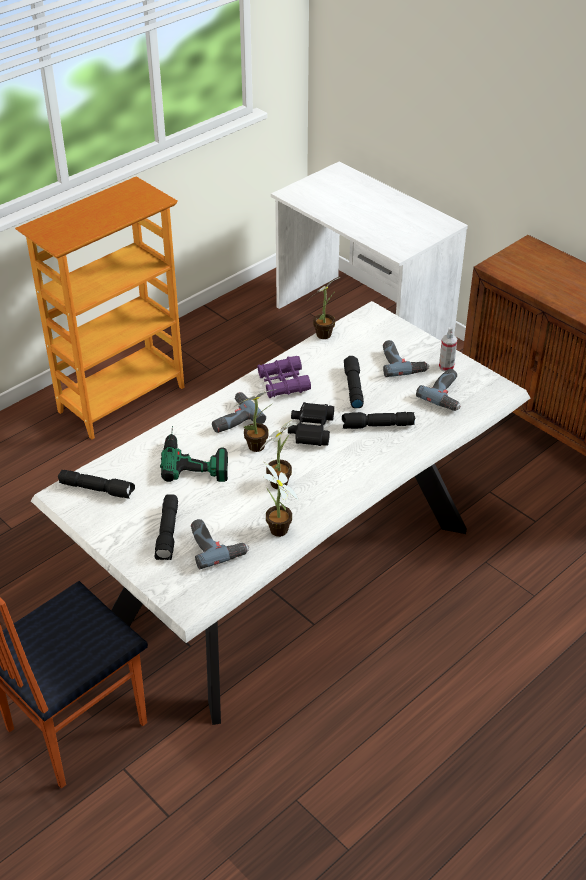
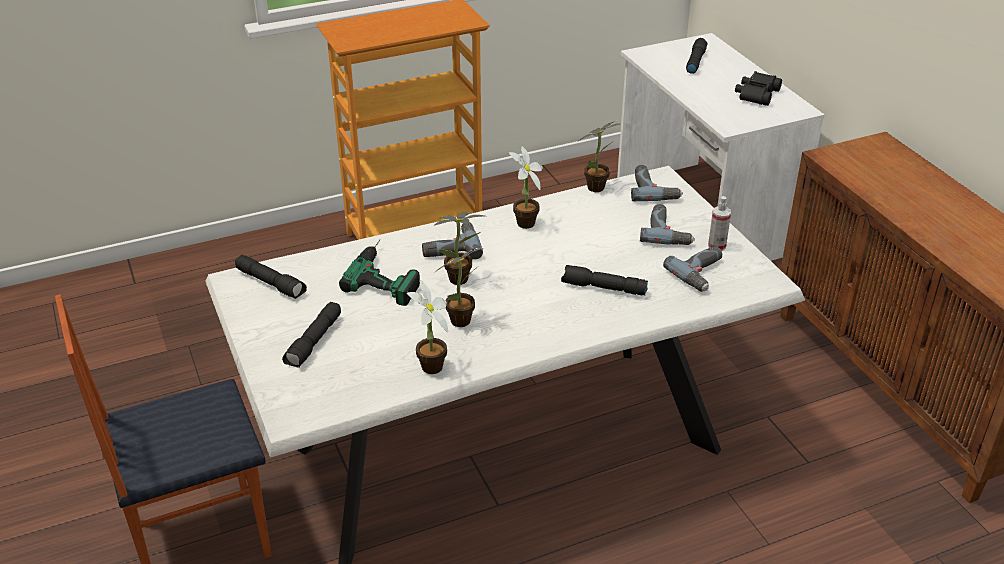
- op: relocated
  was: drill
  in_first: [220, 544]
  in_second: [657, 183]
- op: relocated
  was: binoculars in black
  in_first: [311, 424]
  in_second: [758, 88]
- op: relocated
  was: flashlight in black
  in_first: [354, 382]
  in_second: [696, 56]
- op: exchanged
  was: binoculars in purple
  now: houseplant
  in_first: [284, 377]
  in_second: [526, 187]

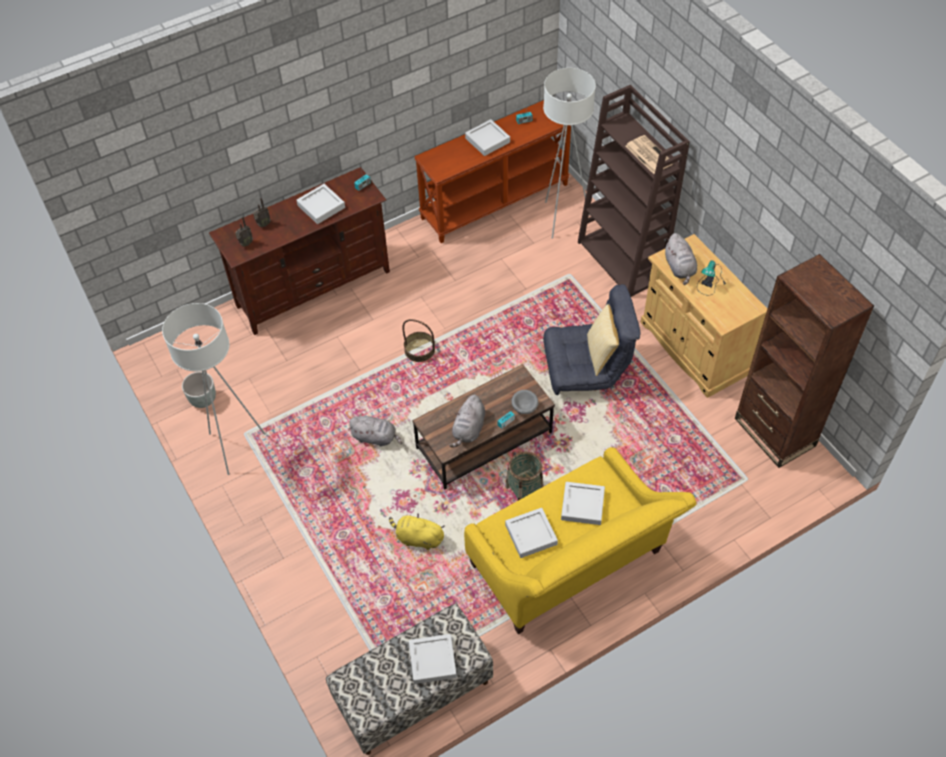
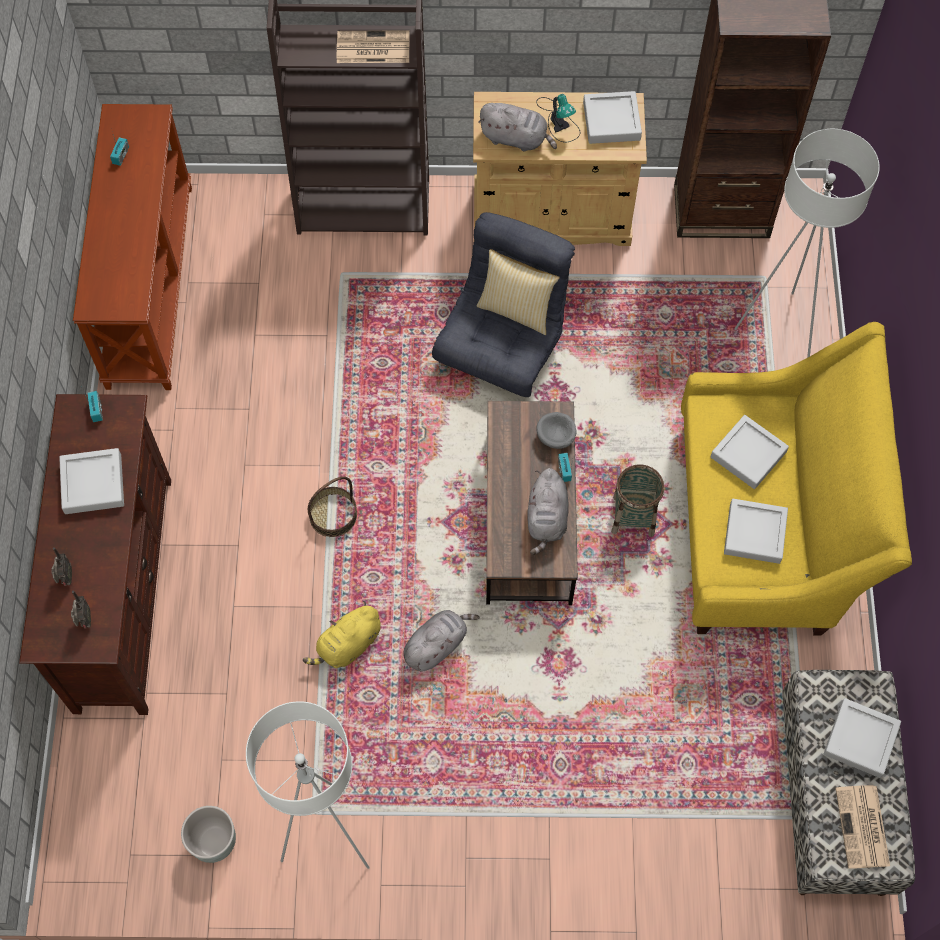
- op: appeared
  now: printed paper
  in_second: [862, 827]
- op: relocated
  was: soft toy in yellowish
  in_first: [417, 531]
  in_second: [342, 634]
- op: relocated
  was: carrying tray in greyish
  in_first: [487, 137]
  in_second: [612, 117]
- op: relocated
  was: standard lamp in white
  in_first: [569, 153]
  in_second: [807, 243]
- op: spun
  was: soft toy in greyish
  in_first: [467, 421]
  in_second: [548, 511]
  clockwise: 45

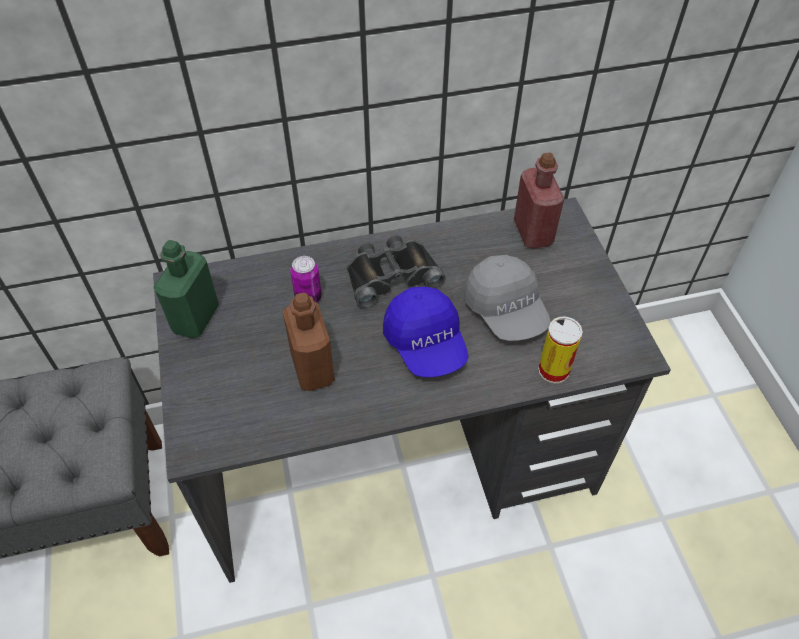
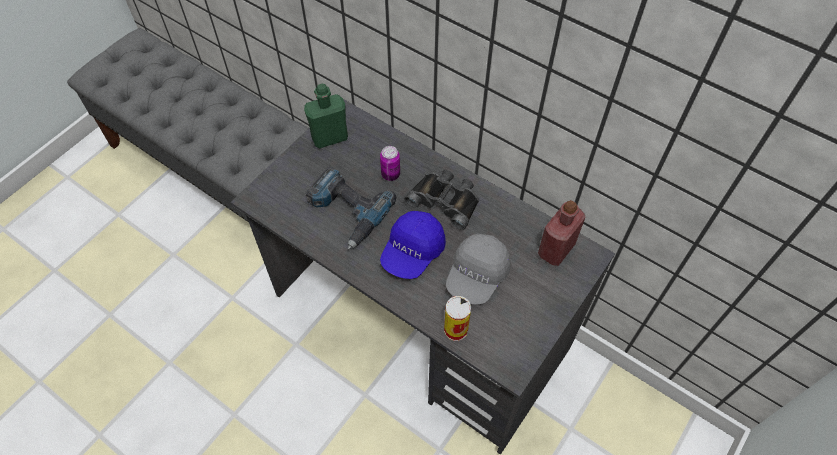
- op: exchanged
  was: drink bottle in brownish
  now: drill
  in_first: [309, 341]
  in_second: [350, 207]

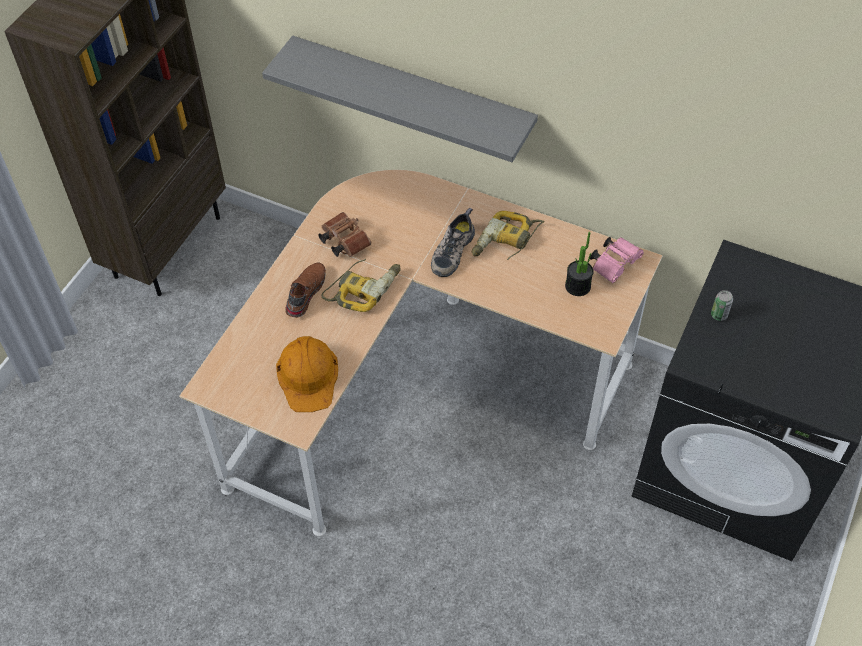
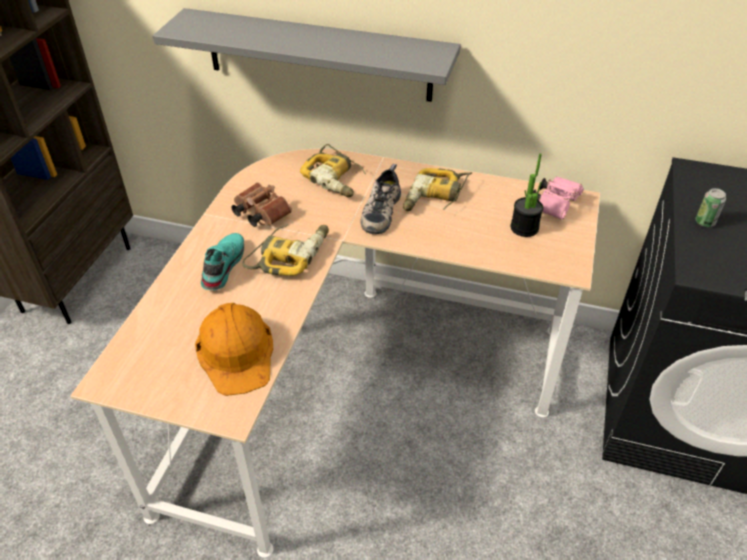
- op: appeared
  now: drill
  in_second: [333, 170]
- op: colour
  was: item of footwear in brownish
  now: item of footwear in turquoise
  in_first: [305, 290]
  in_second: [222, 262]

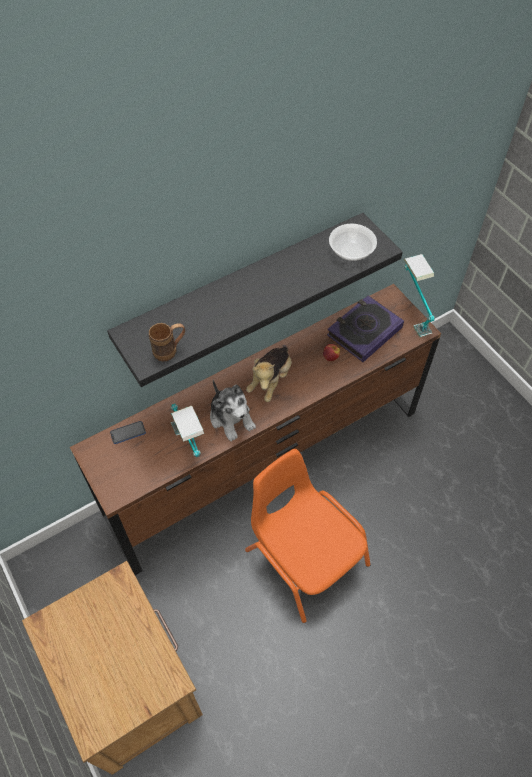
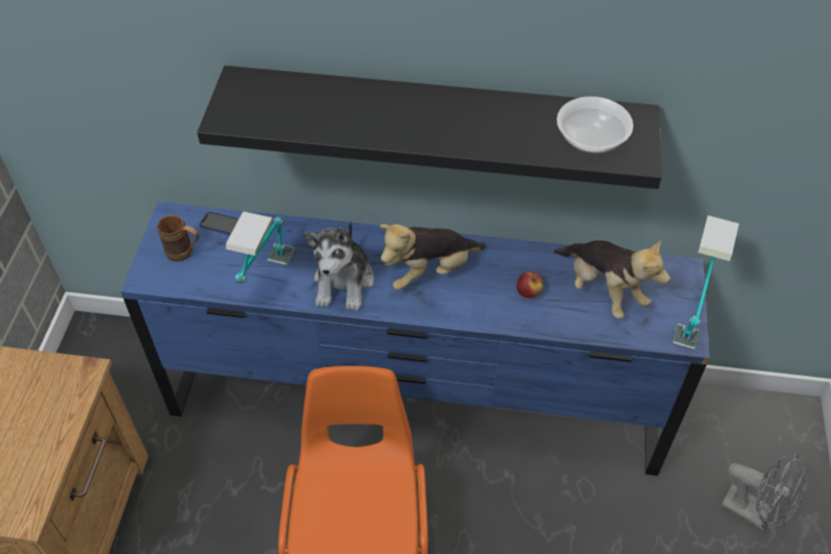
- op: appeared
  now: fan in greyish
  in_second: [764, 492]
- op: relocated
  was: mug in brownish
  in_first: [167, 342]
  in_second: [178, 238]
- op: exchanged
  was: volume
  now: soft toy
  in_first: [365, 328]
  in_second: [612, 279]
- op: colour
  was: dresser in brownish
  now: dresser in blue-coloured
  in_first: [255, 429]
  in_second: [415, 339]

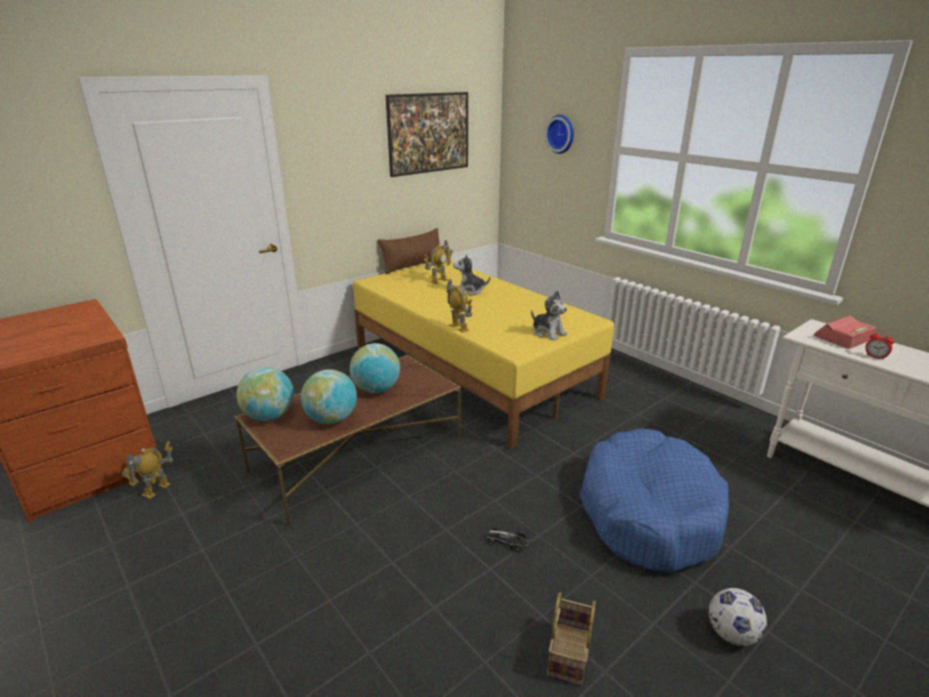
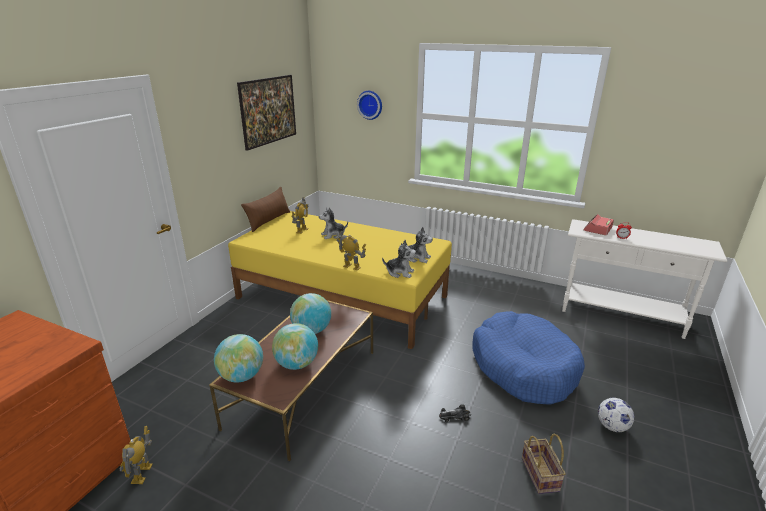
- op: appeared
  now: soft toy
  in_second: [399, 259]

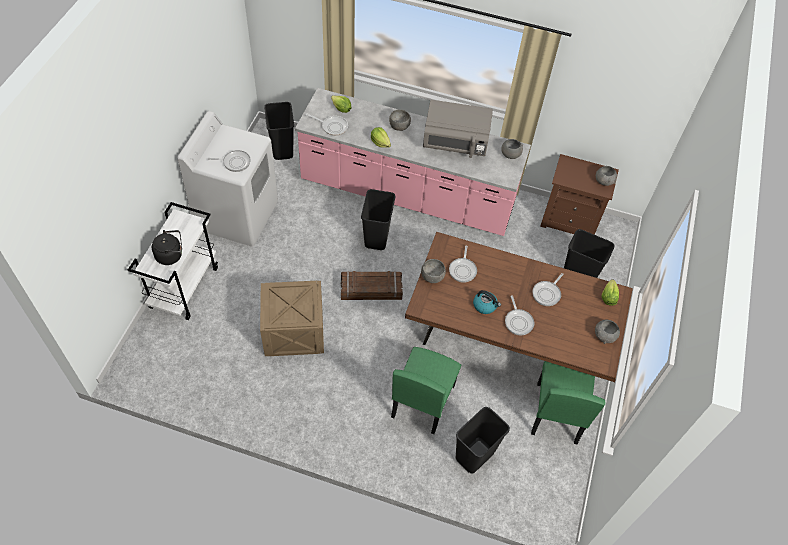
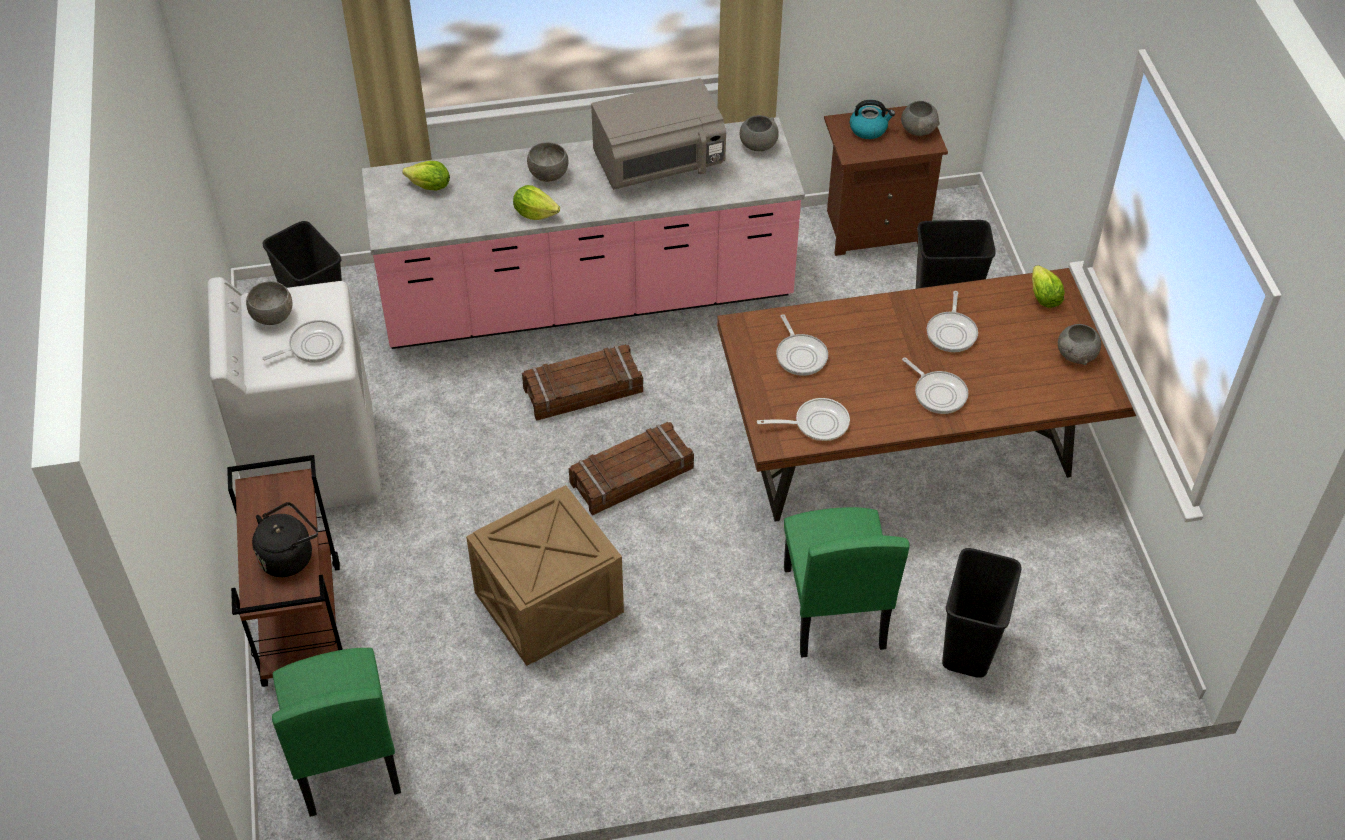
- op: relocated
  was: pan
  in_first: [326, 124]
  in_second: [803, 419]
- op: relocated
  was: serving bowl in greyish
  in_first: [433, 271]
  in_second: [269, 303]
- op: relocated
  was: kettle
  in_first: [487, 302]
  in_second: [872, 119]
- op: relocated
  was: upright chair in greenish
  in_first: [568, 402]
  in_second: [336, 732]
- op: exchanged
  was: trash can in black
  now: packing crate
  in_first: [378, 219]
  in_second: [582, 382]
- op: colour
  was: wheeled cart in white
  now: wheeled cart in brownish
  in_first: [173, 261]
  in_second: [285, 571]

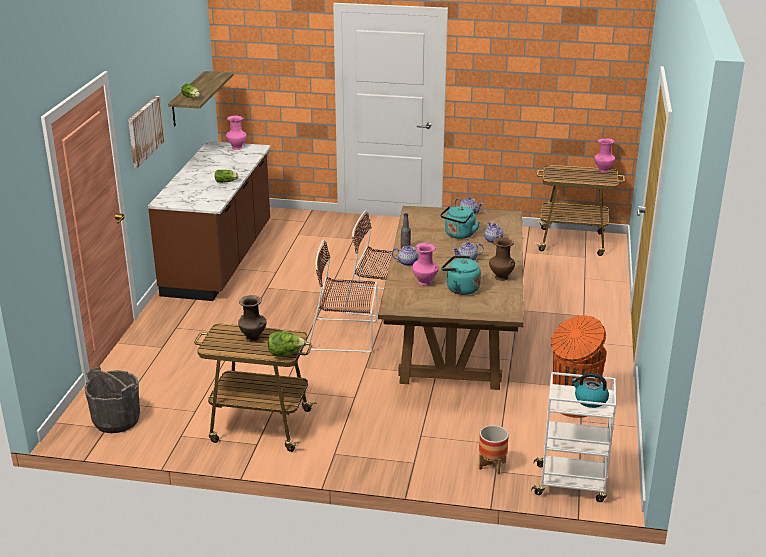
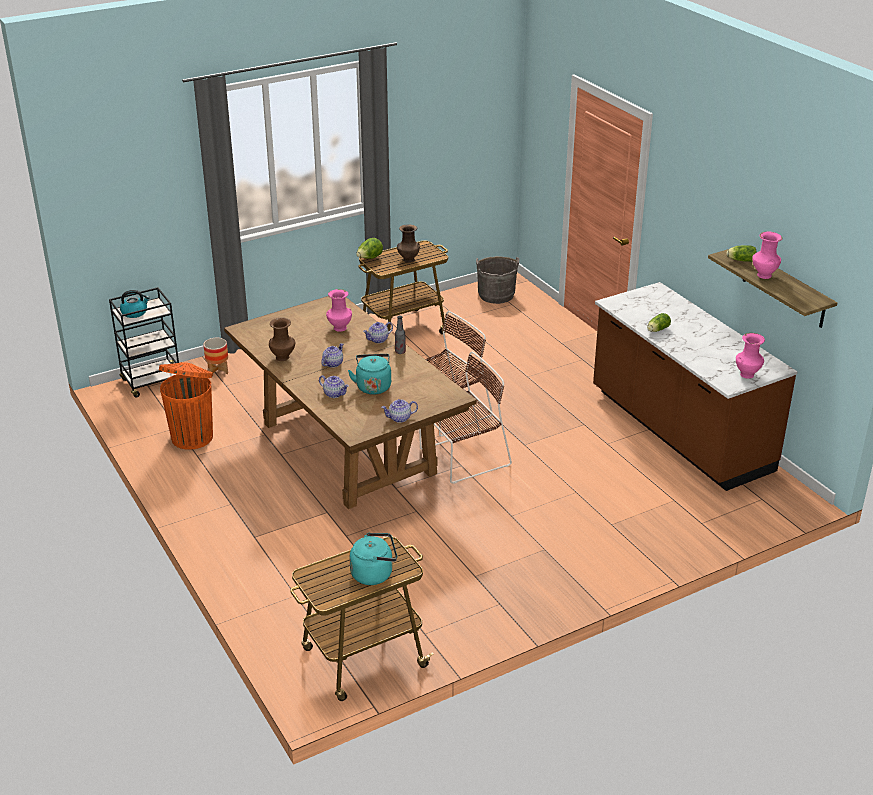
- op: missing
  was: wall art
  in_first: [146, 132]
- op: relocated
  was: kettle in turquoise
  in_first: [461, 275]
  in_second: [373, 559]
- op: relocated
  was: flower vase in pink
  in_first: [604, 155]
  in_second: [767, 255]
- op: colour
  was: wheeled cart in white
  now: wheeled cart in black
  in_first: [573, 437]
  in_second: [144, 342]

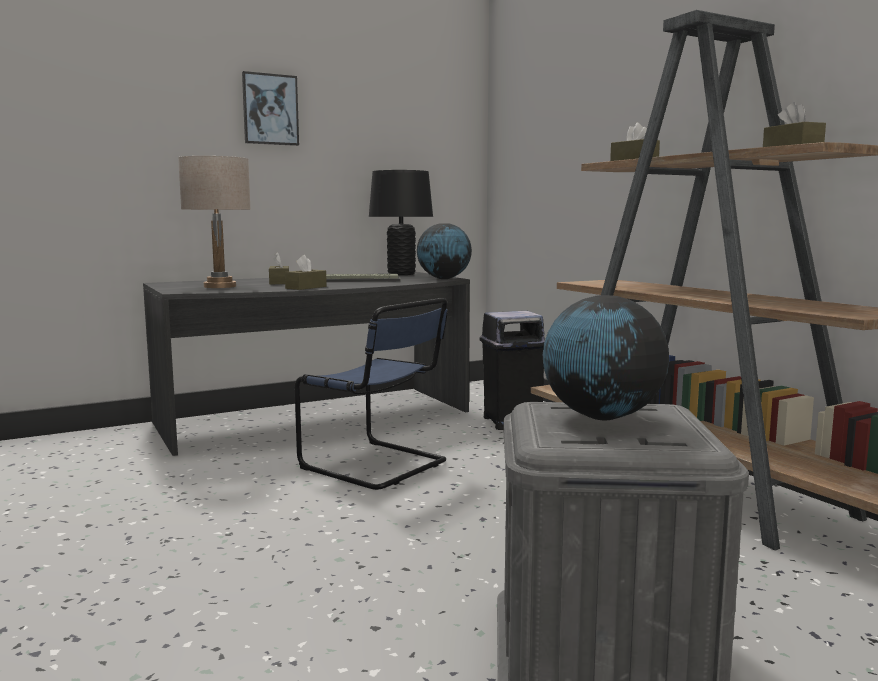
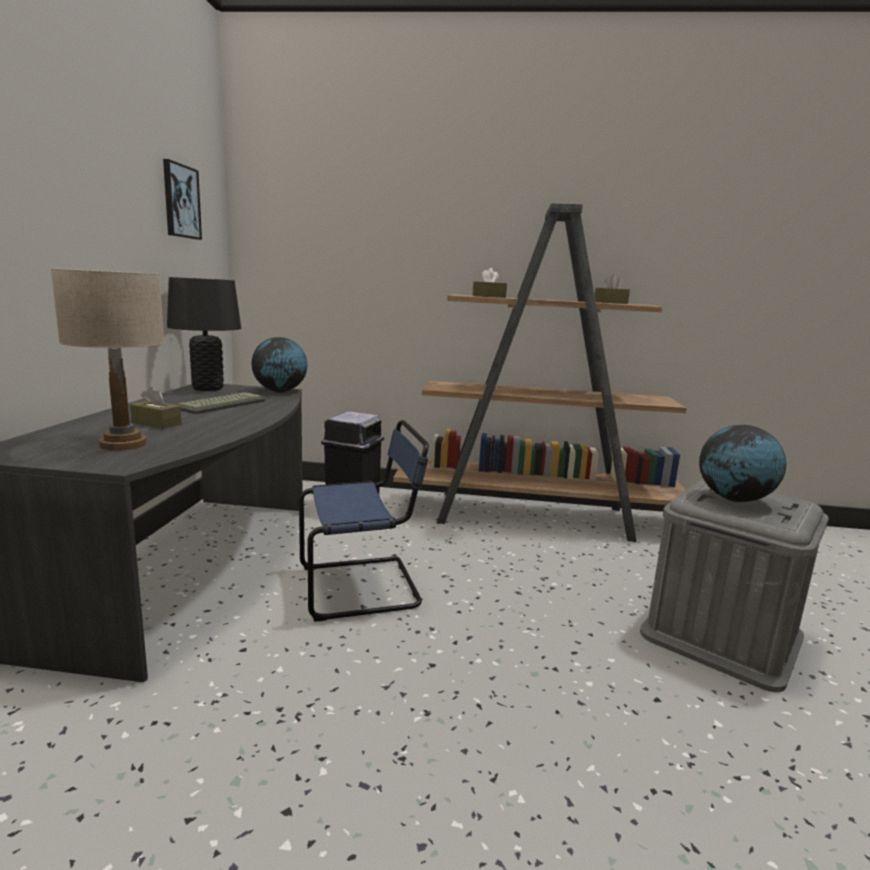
- op: missing
  was: tissue box in brownish
  in_first: [306, 272]
- op: relocated
  was: wall art
  in_first: [270, 108]
  in_second: [182, 199]

